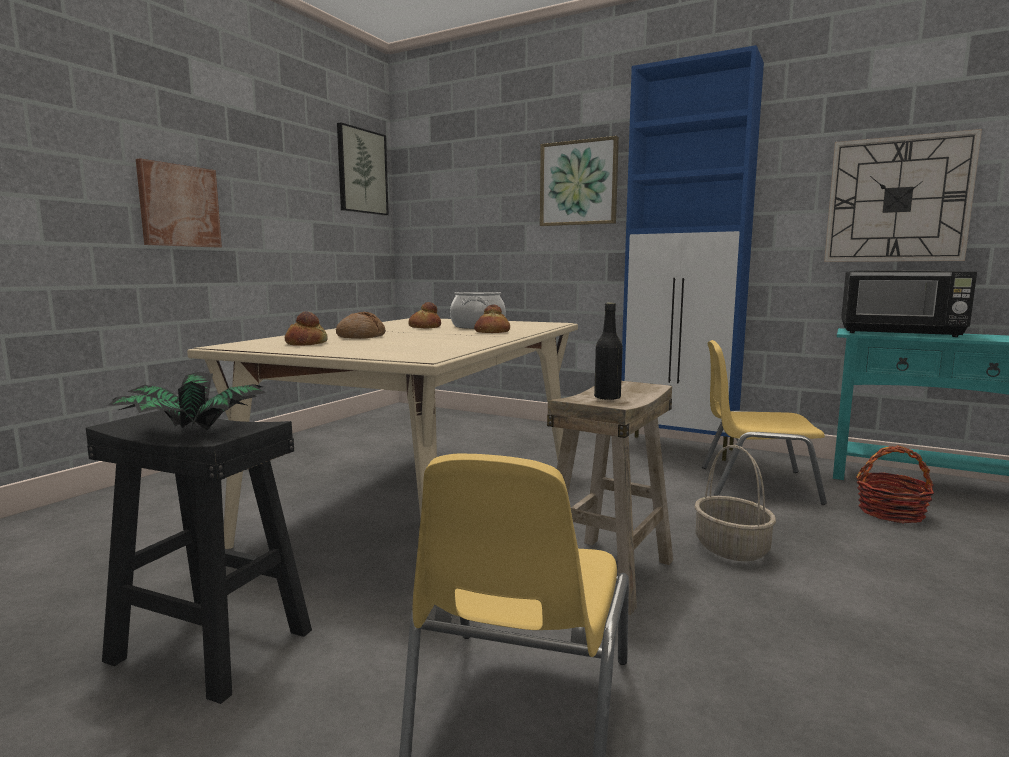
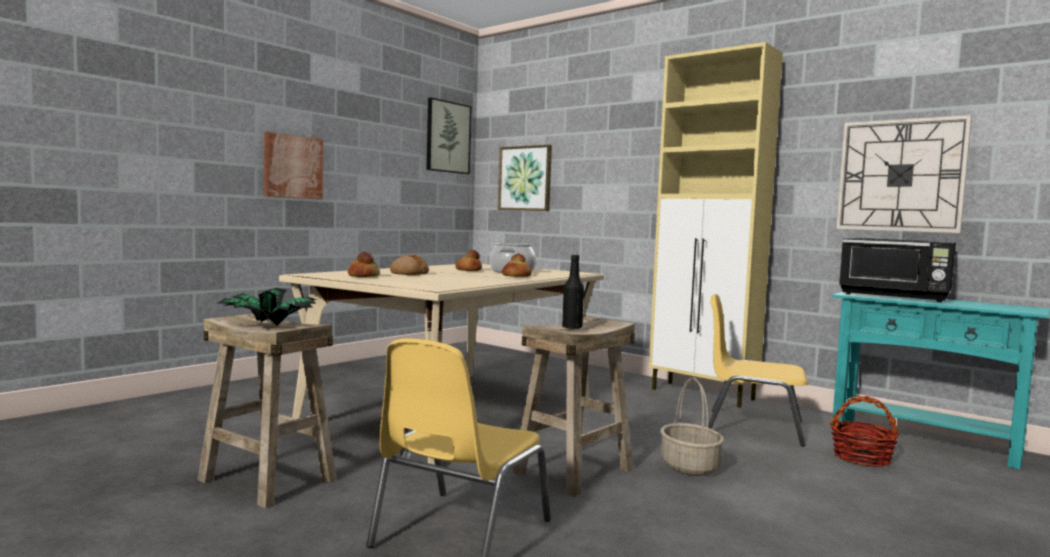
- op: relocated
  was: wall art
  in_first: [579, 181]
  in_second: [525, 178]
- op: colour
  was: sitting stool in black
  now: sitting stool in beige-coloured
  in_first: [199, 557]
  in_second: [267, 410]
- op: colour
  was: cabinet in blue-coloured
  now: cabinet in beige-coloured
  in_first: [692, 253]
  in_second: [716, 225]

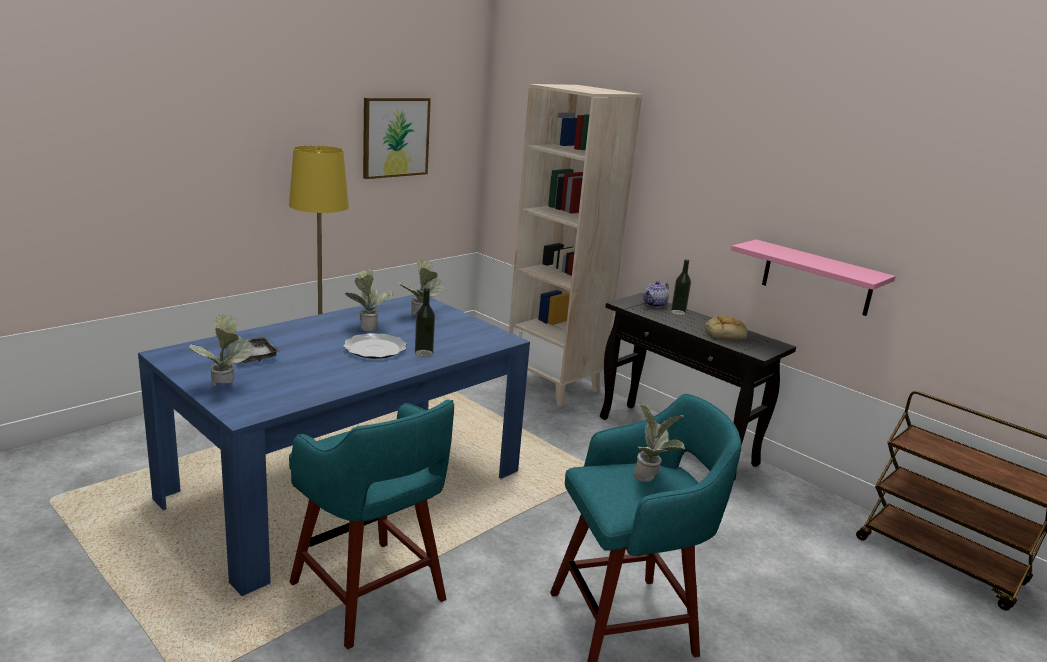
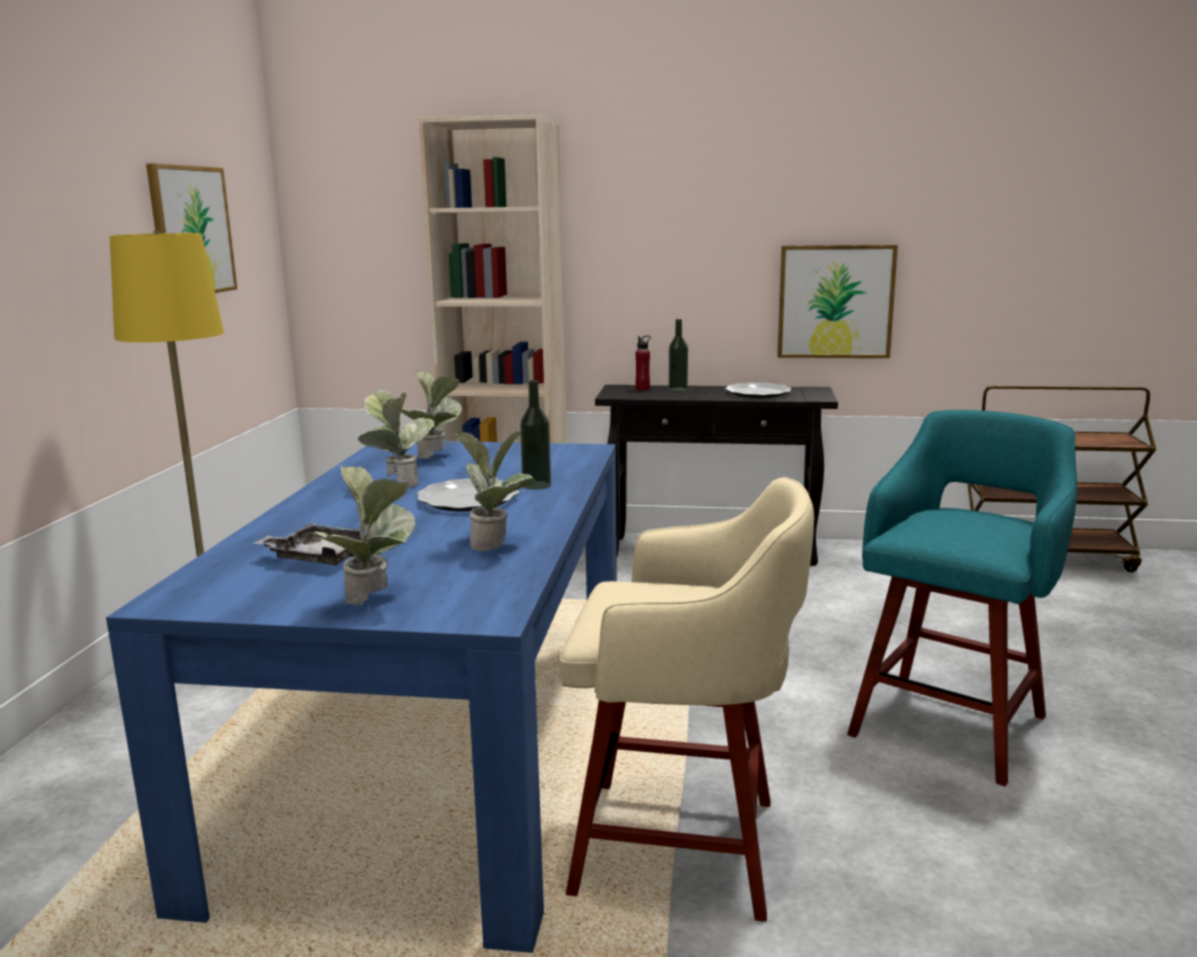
- op: relocated
  was: houseplant
  in_first: [659, 443]
  in_second: [495, 491]
- op: exchanged
  was: teapot
  now: drink bottle in red
  in_first: [656, 294]
  in_second: [642, 363]
- op: exchanged
  was: baked bread
  now: plate
  in_first: [726, 327]
  in_second: [758, 390]
- op: exchanged
  was: bracket shelf in pink
  now: wall art
  in_first: [813, 278]
  in_second: [837, 301]
- op: colour
  was: sitting stool in turquoise
  now: sitting stool in beige-coloured
  in_first: [371, 524]
  in_second: [687, 699]

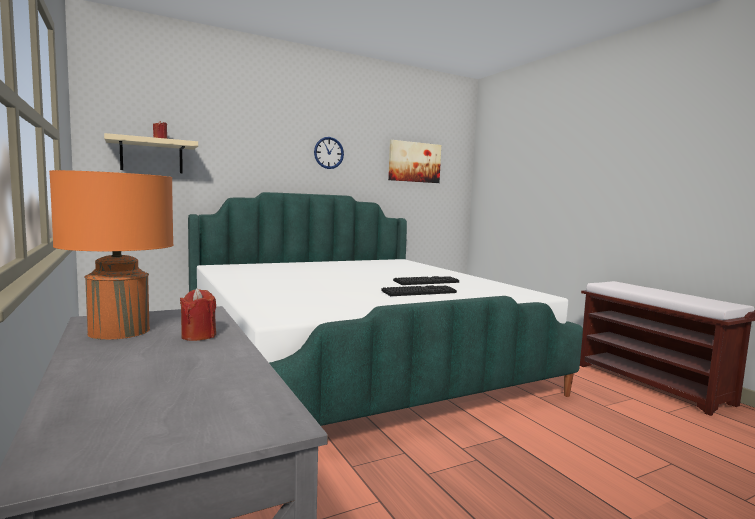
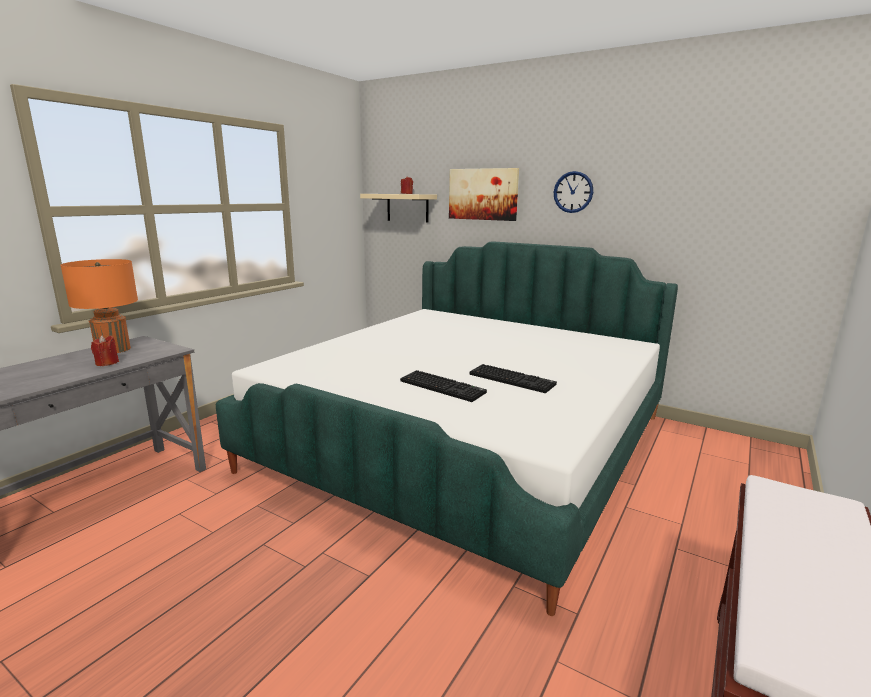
- op: relocated
  was: wall art
  in_first: [414, 161]
  in_second: [484, 194]

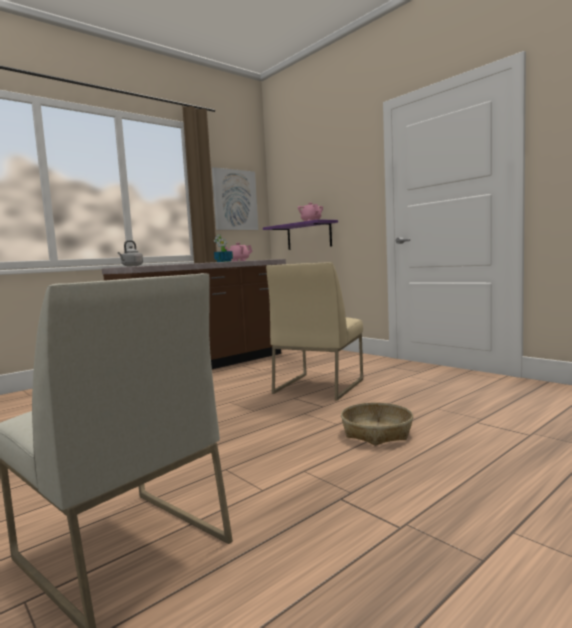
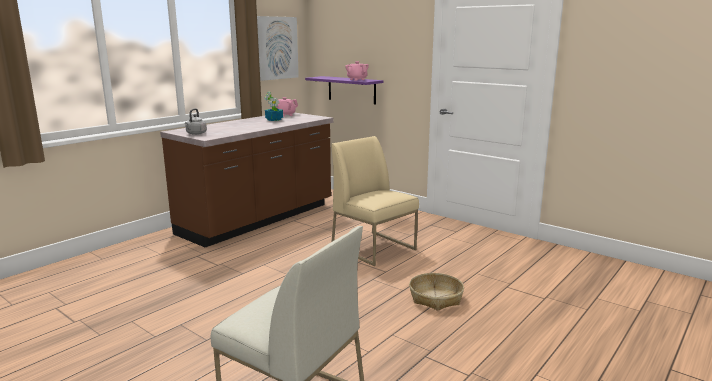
- op: spun
  was: upright chair in beige-coloured
  in_first: [314, 331]
  in_second: [375, 201]
  clockwise: 120

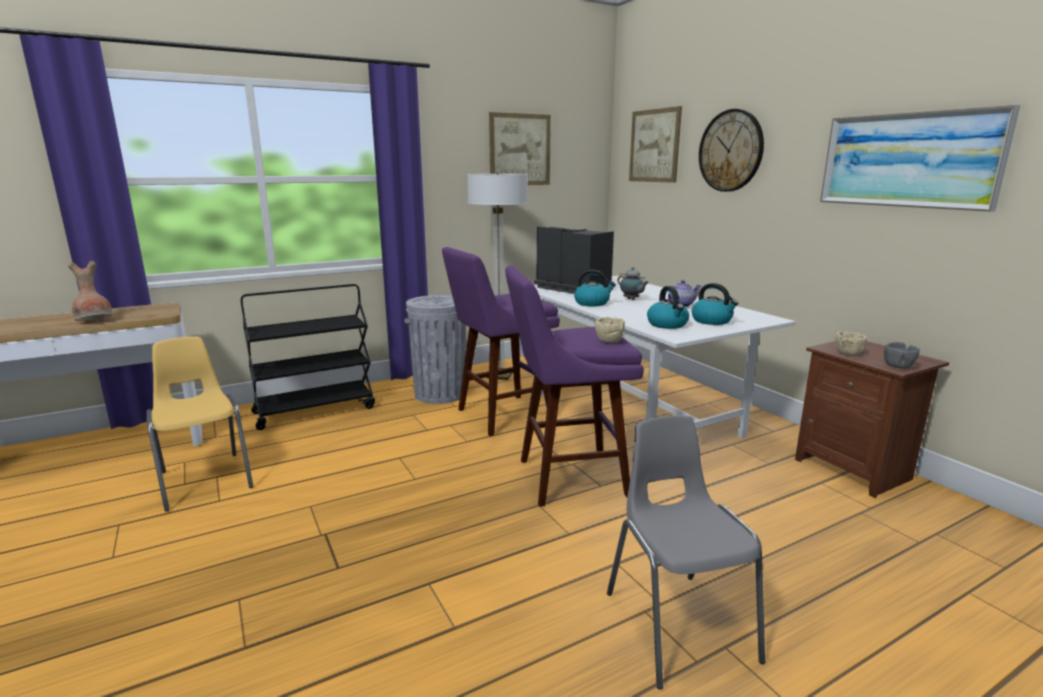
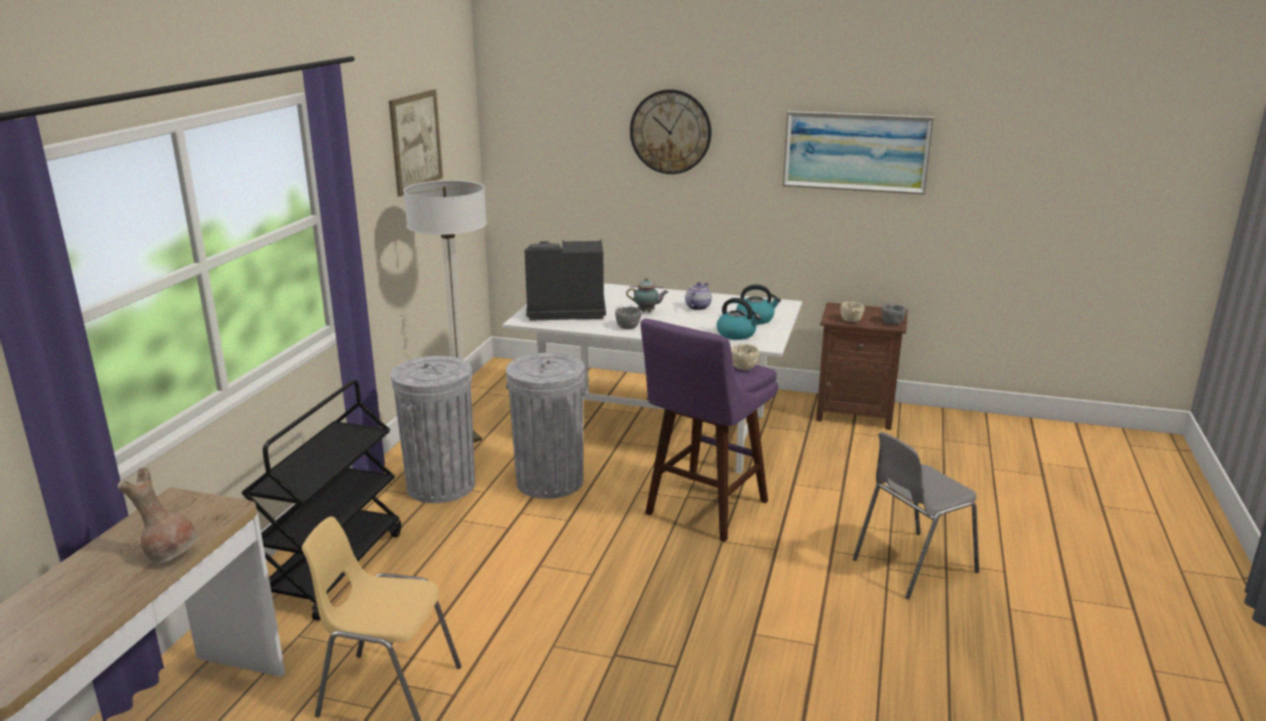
- op: missing
  was: wall art
  in_first: [655, 144]
- op: exchanged
  was: sitting stool in purple
  now: trash can in greyish
  in_first: [501, 341]
  in_second: [547, 426]
- op: exchanged
  was: kettle
  now: serving bowl in greyish
  in_first: [595, 288]
  in_second: [628, 317]
- op: spun
  was: upright chair in greyish
  in_first: [686, 552]
  in_second: [916, 515]
  clockwise: -60

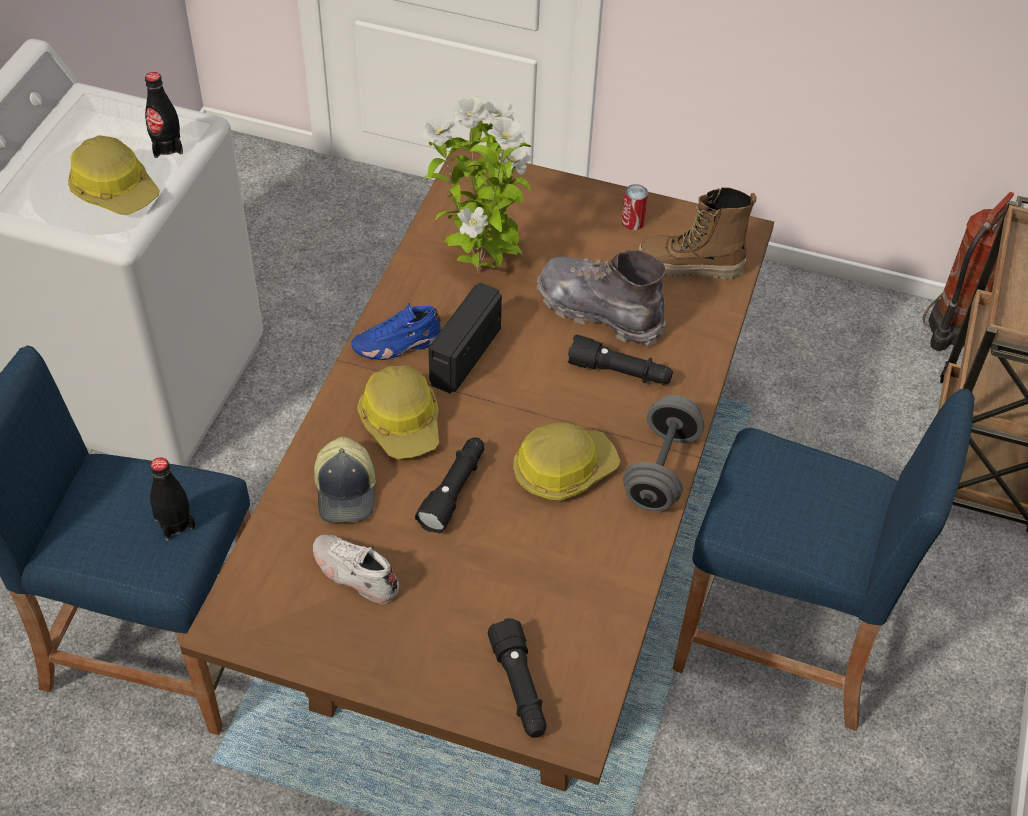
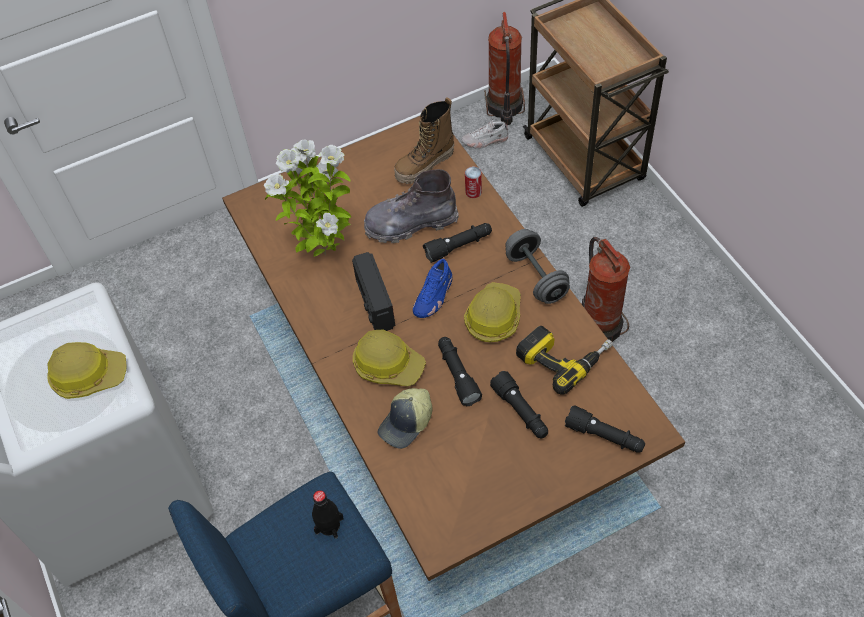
- op: missing
  was: drink bottle in black
  in_first: [164, 115]
- op: appeared
  now: flashlight in black
  in_second: [519, 405]
- op: appeared
  now: drill
  in_second: [564, 360]
- op: relocated
  was: item of footwear in white
  in_first: [356, 569]
  in_second: [485, 134]
- op: relocated
  was: item of footwear in blue-coloured
  in_first: [396, 331]
  in_second: [433, 288]
- op: relocated
  was: can
  in_first: [634, 207]
  in_second: [473, 182]
- op: exchanged
  was: sitting stool in blue-coloured
  now: fire-fighting cylinder
  in_first: [824, 560]
  in_second: [606, 289]
- op: spun
  was: peaked cap
  in_first: [345, 479]
  in_second: [405, 418]
  clockwise: 90

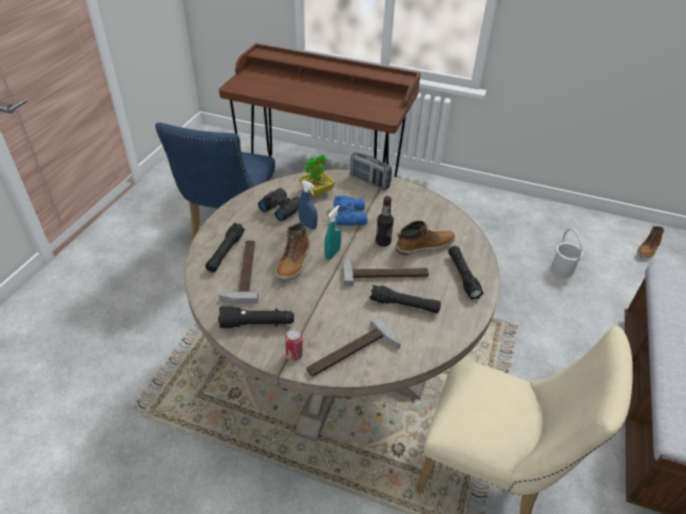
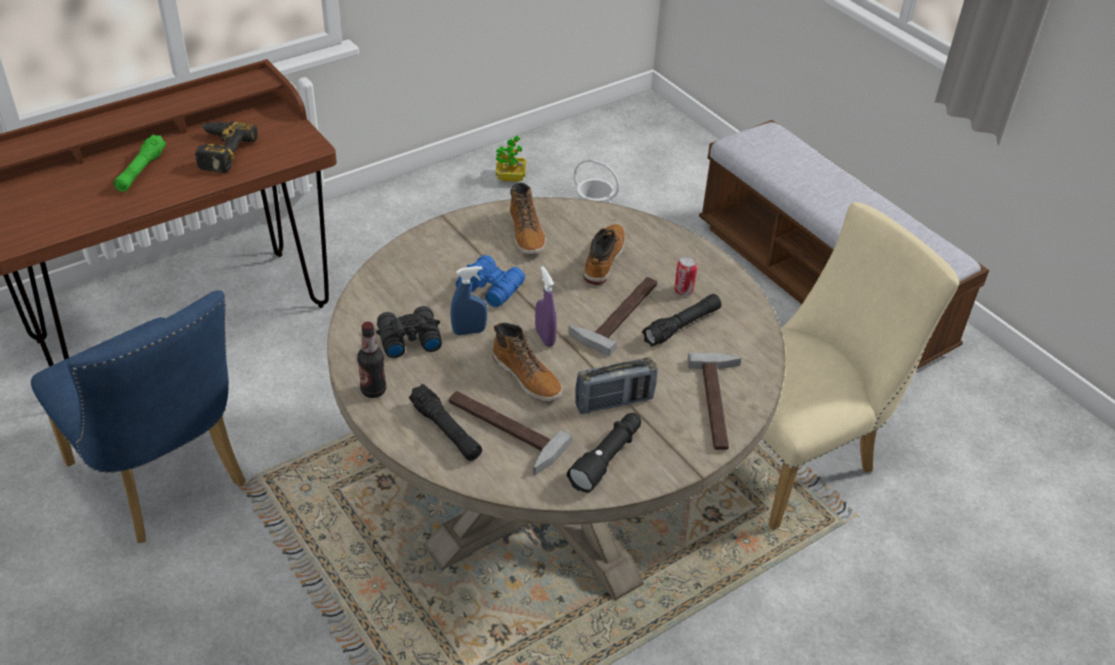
- op: missing
  was: flashlight in black
  in_first: [465, 273]
- op: appeared
  now: flashlight in greenish
  in_second: [139, 163]
- op: appeared
  now: drill
  in_second: [226, 147]
- op: relocated
  was: can
  in_first: [294, 345]
  in_second: [686, 276]
- op: relocated
  was: houseplant
  in_first: [317, 175]
  in_second: [511, 158]
- op: relocated
  was: radio set
  in_first: [371, 171]
  in_second: [616, 385]
- op: relocated
  was: drink bottle
  in_first: [384, 221]
  in_second: [371, 360]
- op: relocated
  was: boot
  in_first: [650, 242]
  in_second: [528, 218]
- op: colour
  was: sprayer in turquoise
  now: sprayer in purple
  in_first: [333, 232]
  in_second: [546, 306]

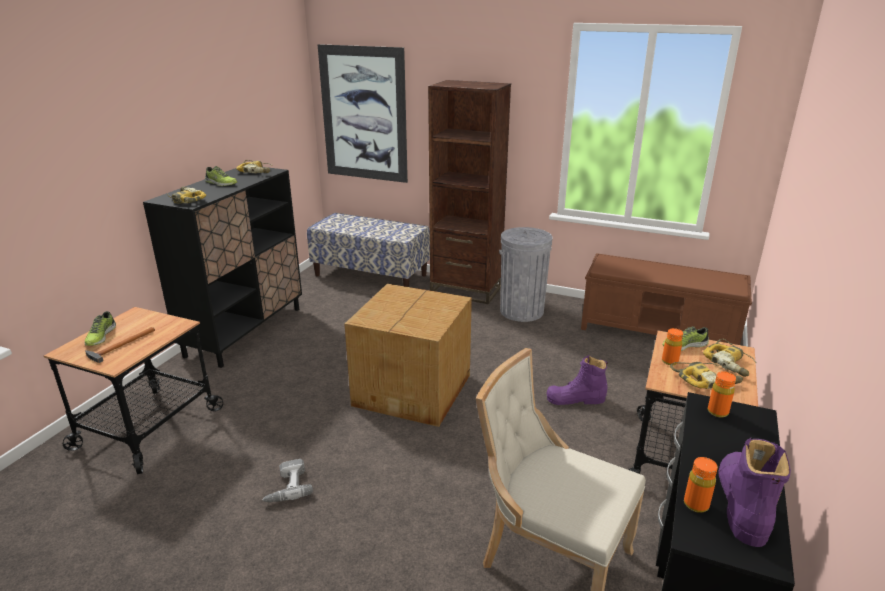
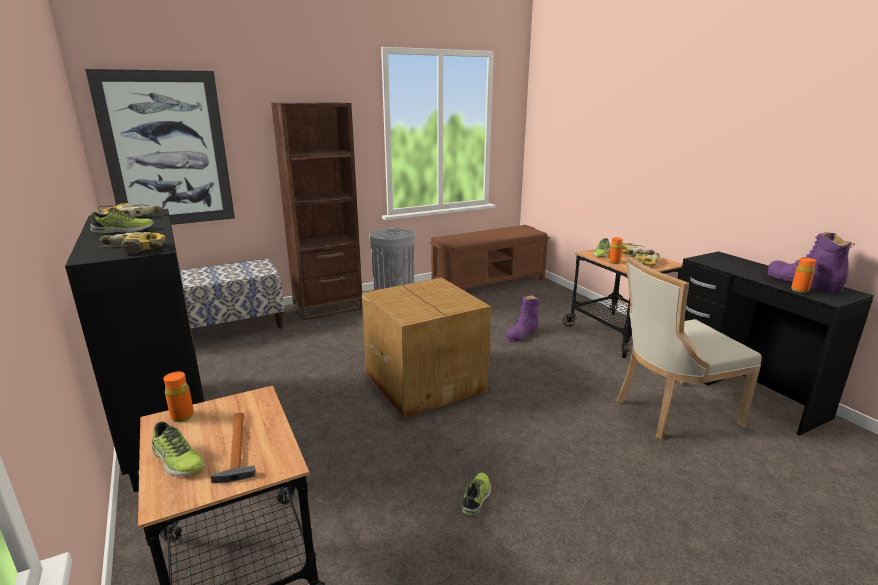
- op: relocated
  was: drink bottle in orangey
  in_first: [722, 394]
  in_second: [178, 397]
- op: exchanged
  was: drill
  now: item of footwear
  in_first: [287, 480]
  in_second: [476, 494]

